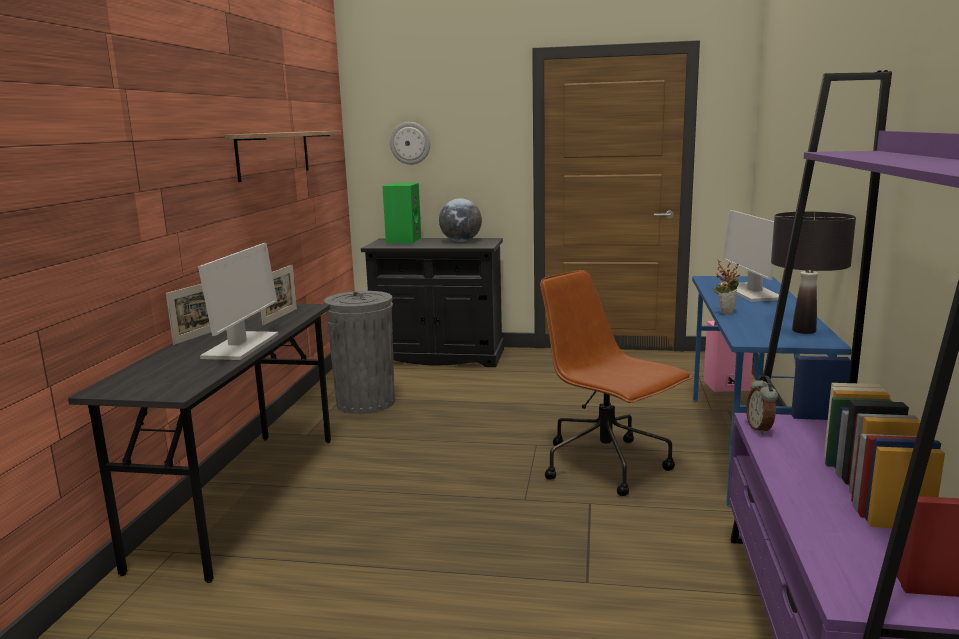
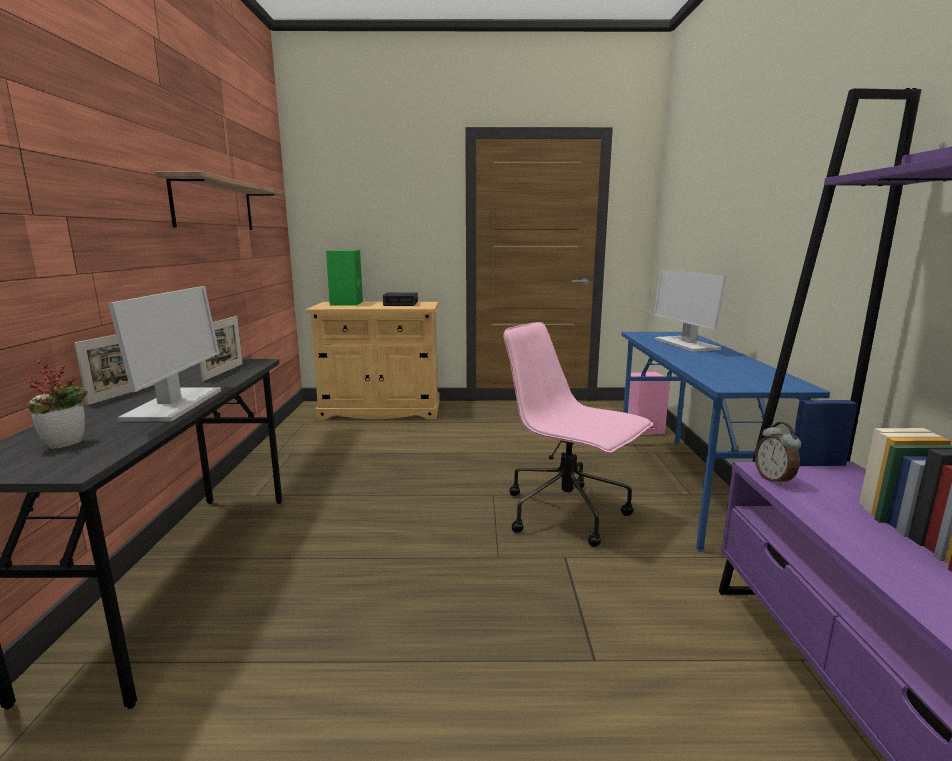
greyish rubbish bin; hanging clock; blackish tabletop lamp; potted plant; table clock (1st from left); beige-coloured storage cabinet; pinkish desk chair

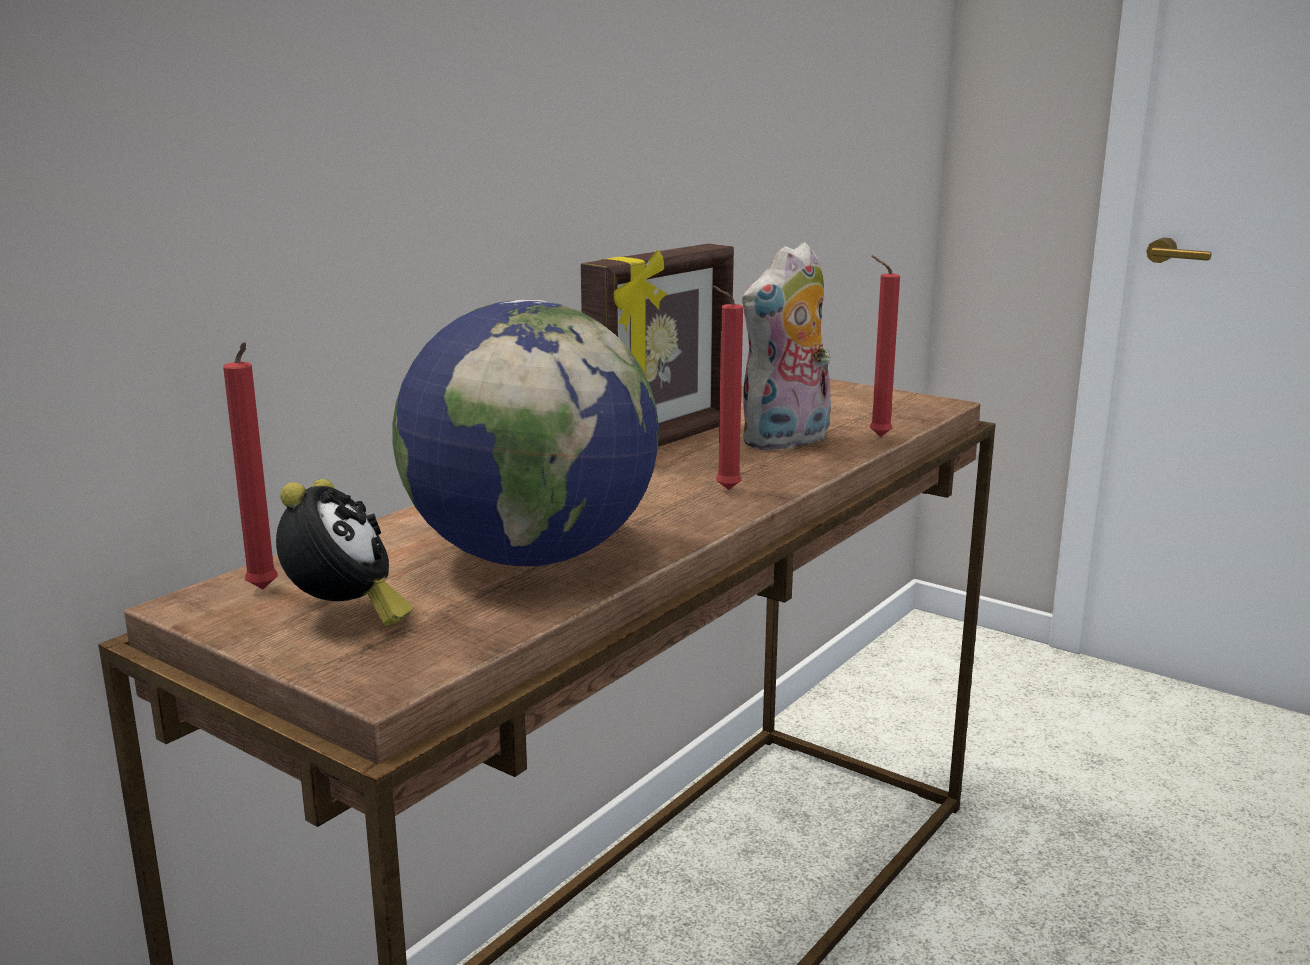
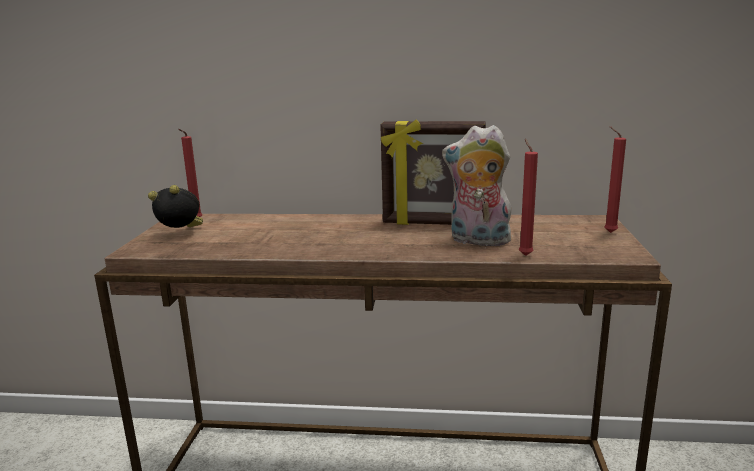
world globe; reddish wax candle (3rd from left); table clock

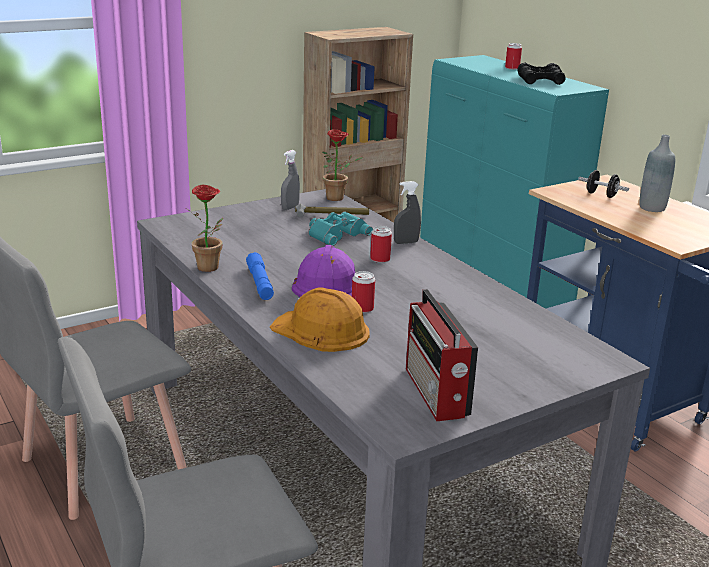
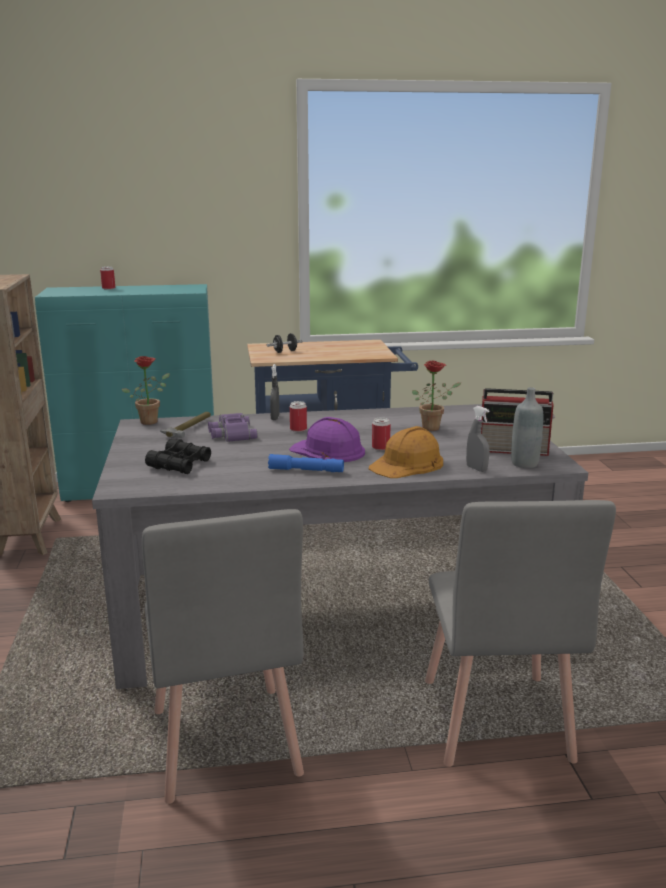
potted plant (2nd from left); greyish spray bottle (2nd from left); blackish pair of binoculars; greyish drink bottle; purple-coloured pair of binoculars

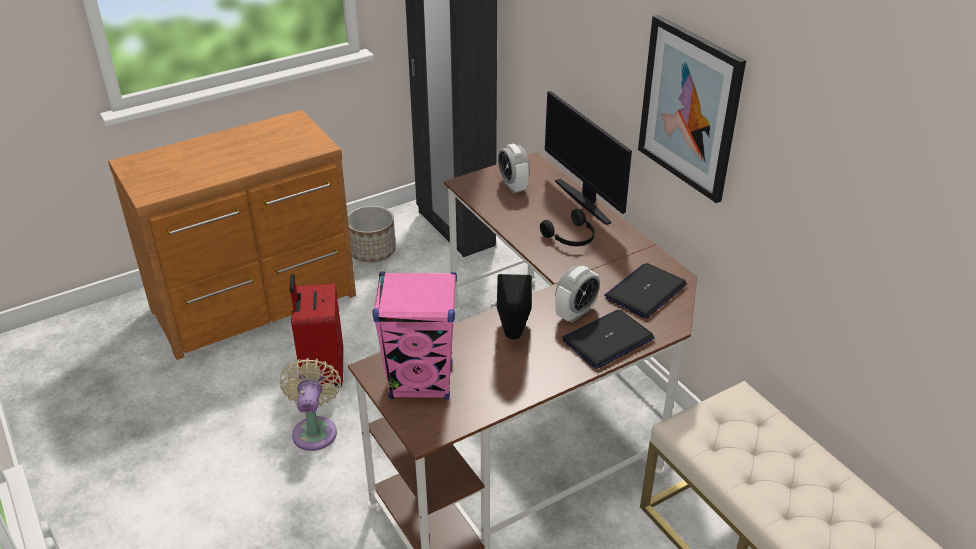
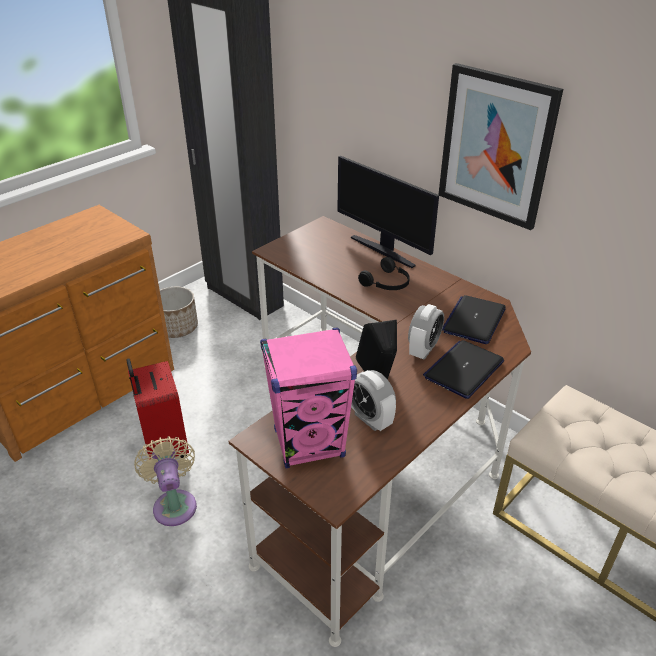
table clock (1st from left)

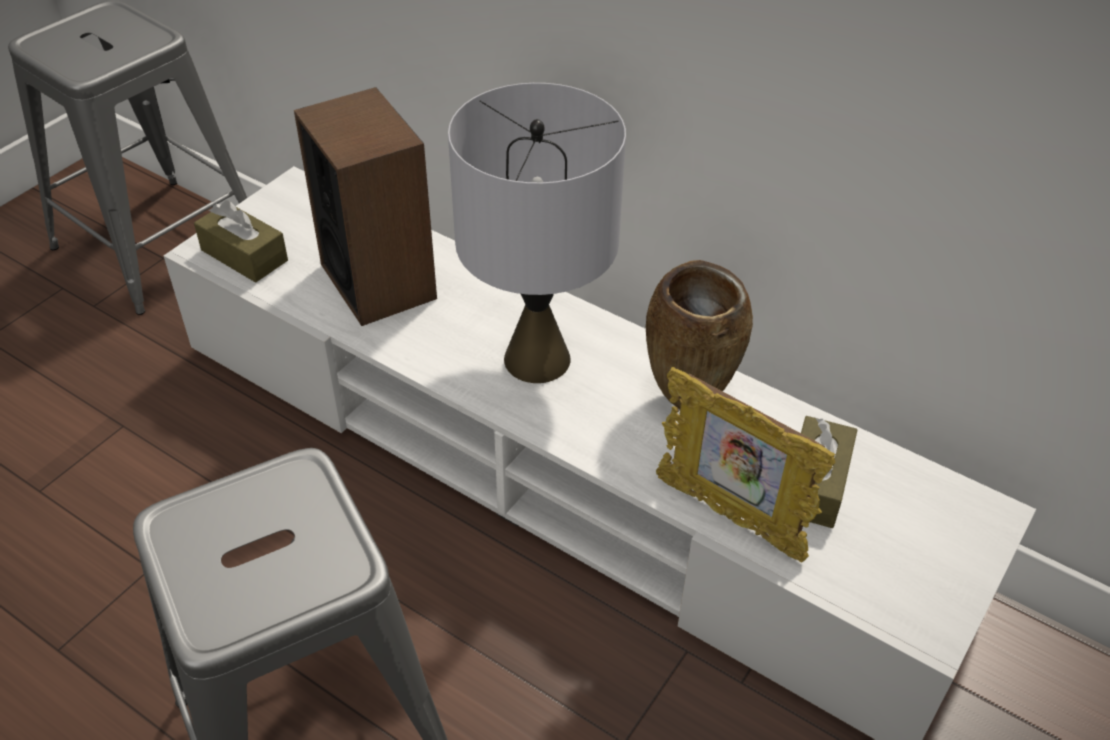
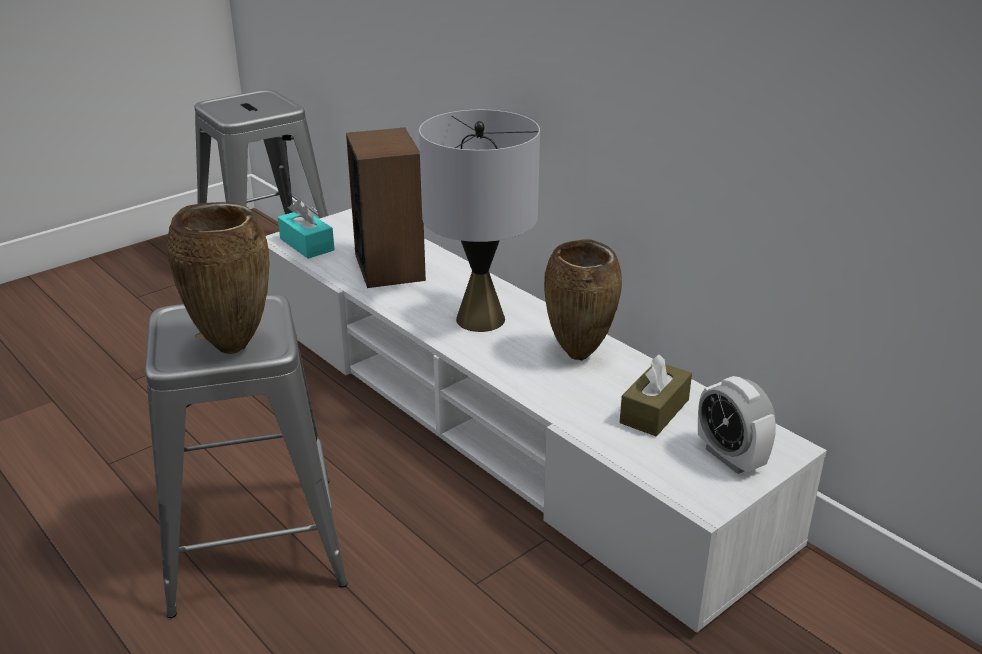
photo frame; brownish flower vase (1st from left); table clock; turquoise box of tissues

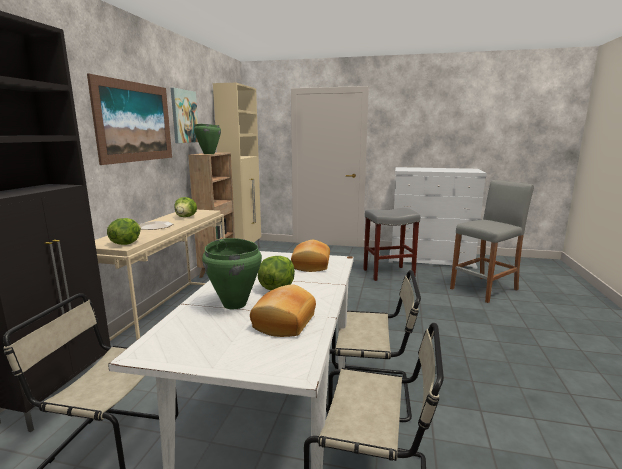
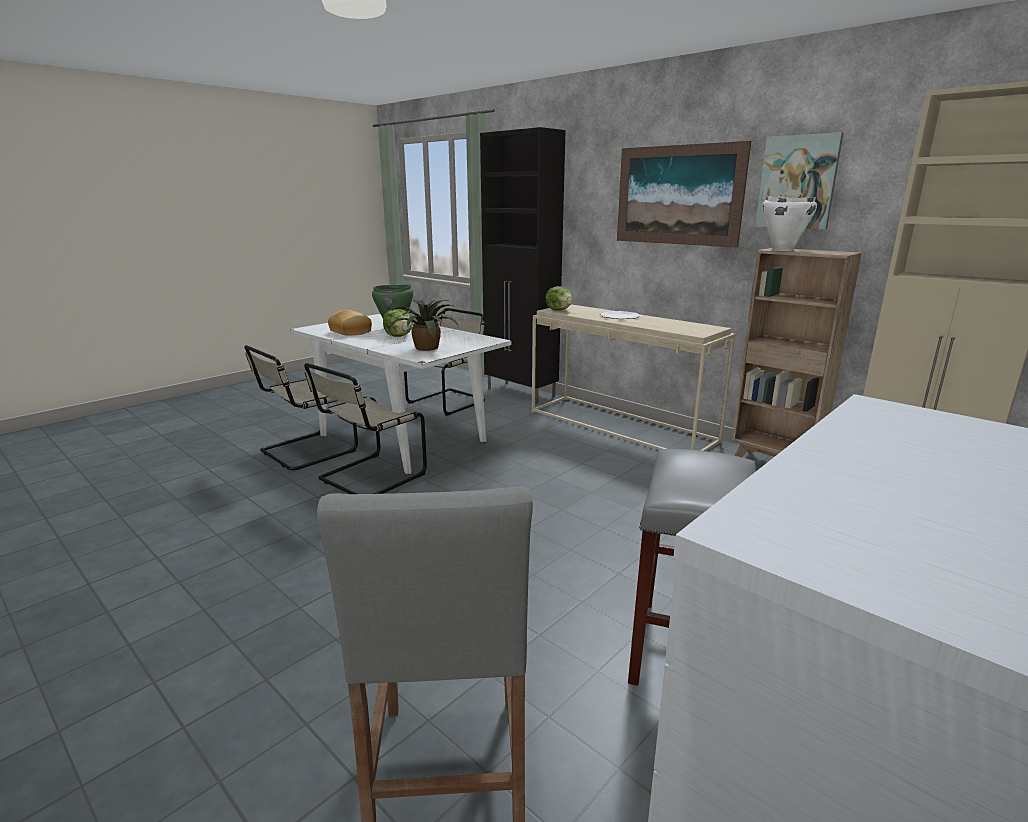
head of lettuce (2nd from left in the first image); potted plant; white-coloured cooking pot

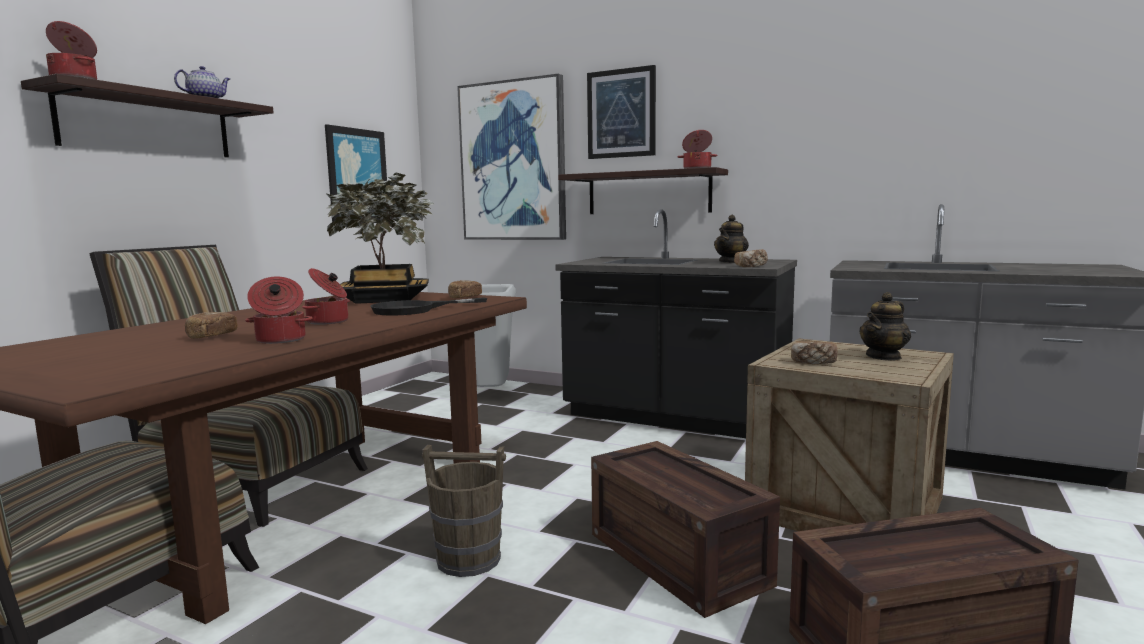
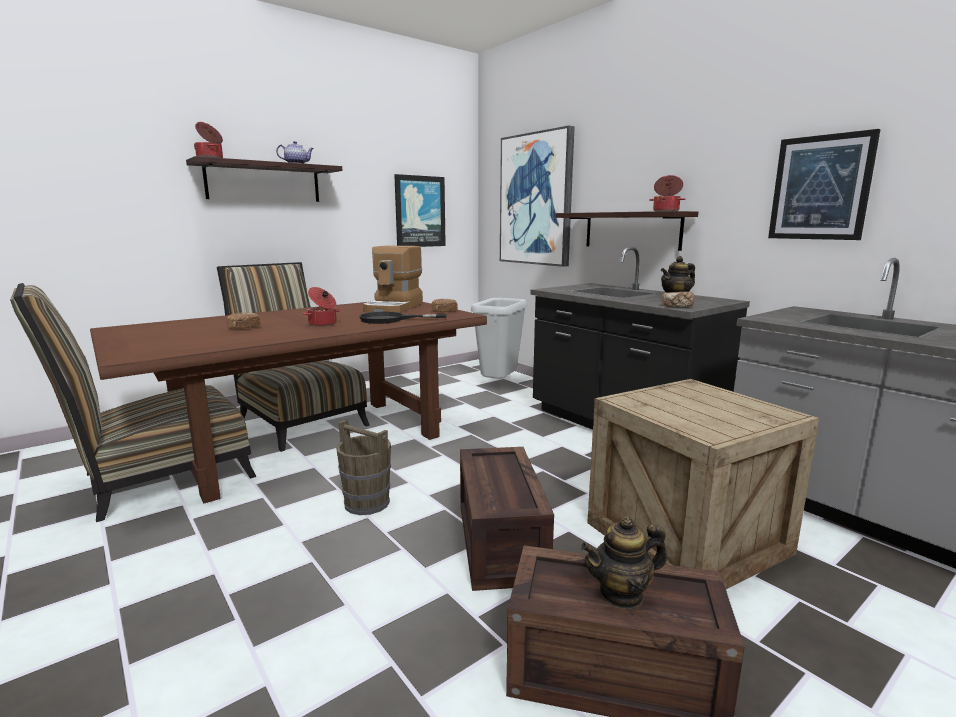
cooking pot (2nd from left in the first image); baked bread (4th from left in the first image); picture (3rd from left); tea pot (2nd from left); coffee maker

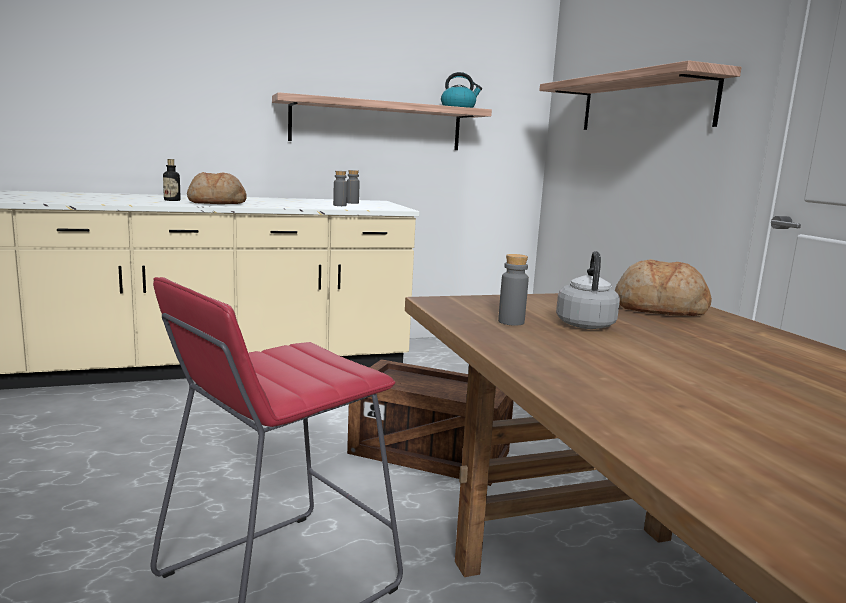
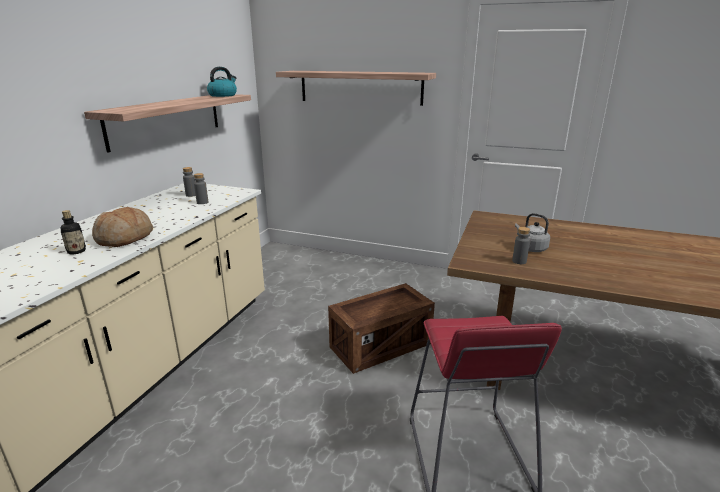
baked bread (2nd from left in the first image)

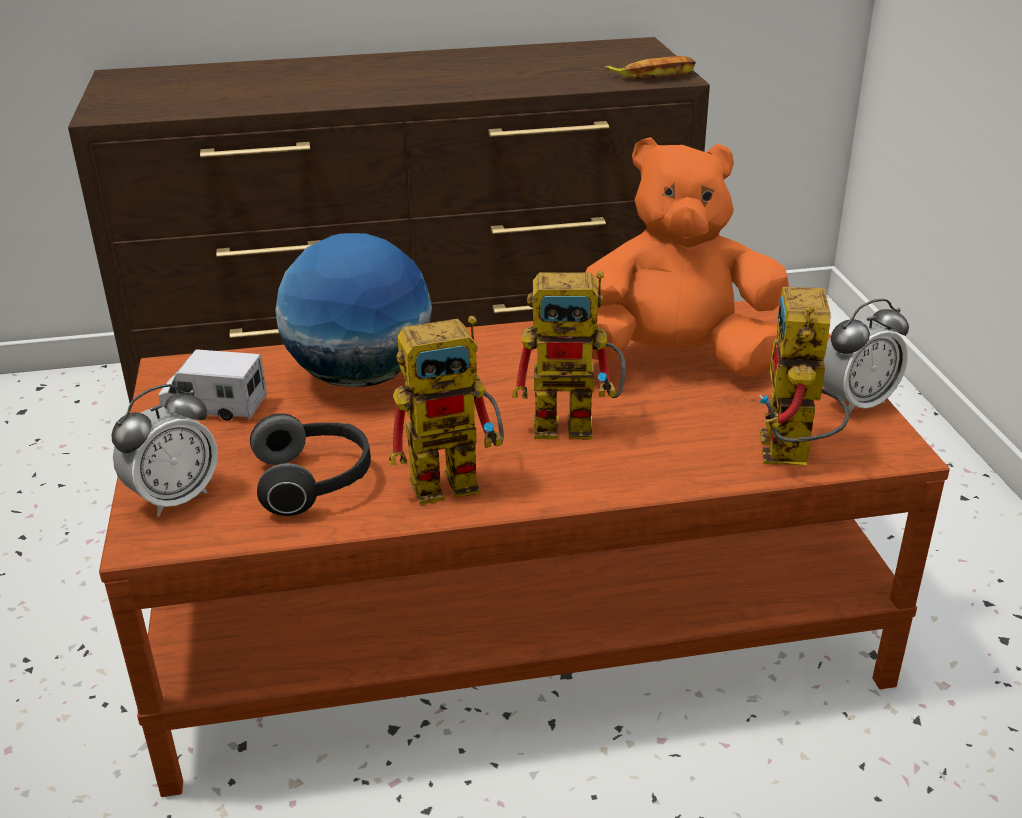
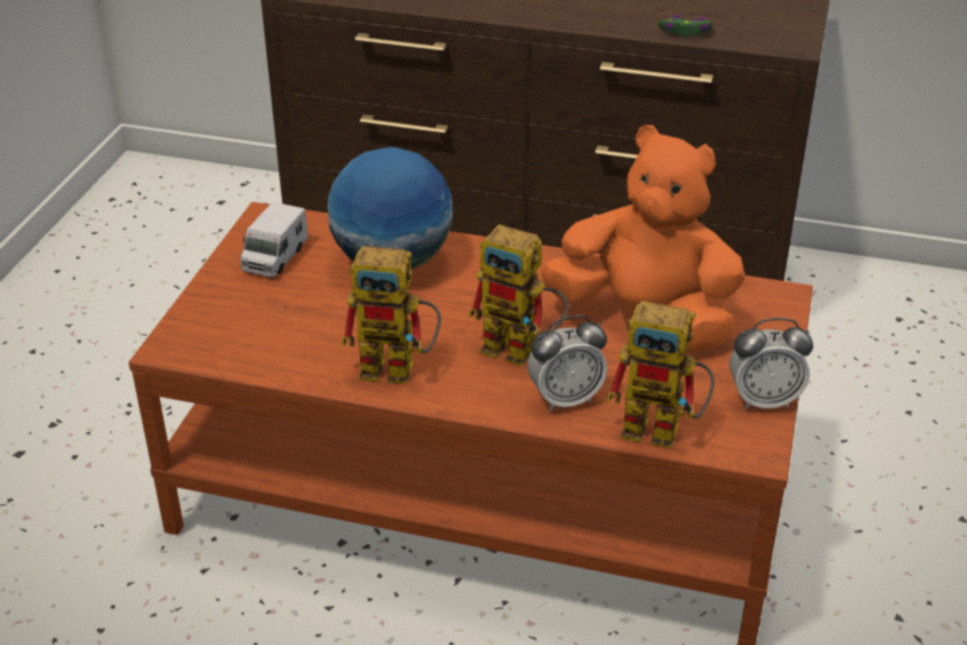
headphones; banana; green-coloured joypad; table clock (1st from left); toy lorry; model robot (3rd from left)

